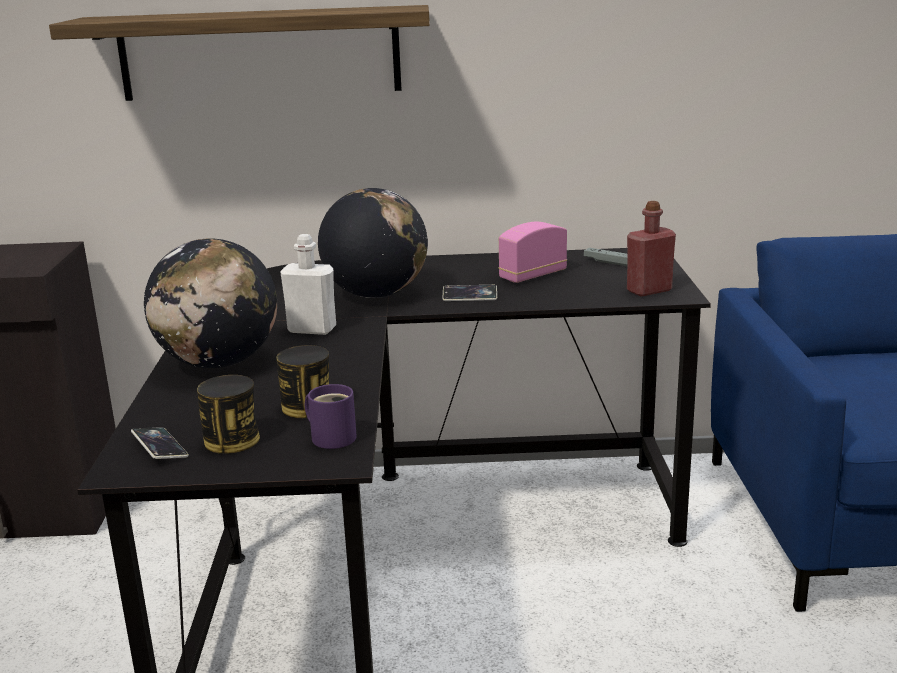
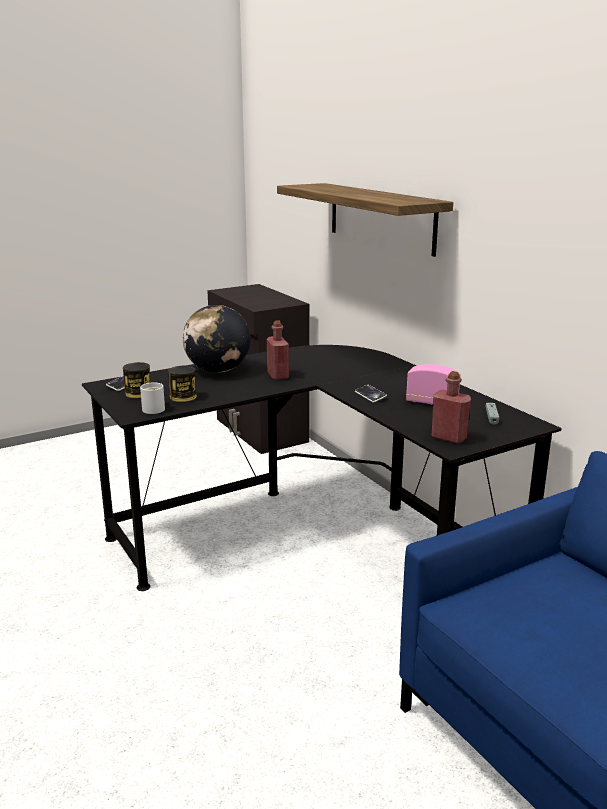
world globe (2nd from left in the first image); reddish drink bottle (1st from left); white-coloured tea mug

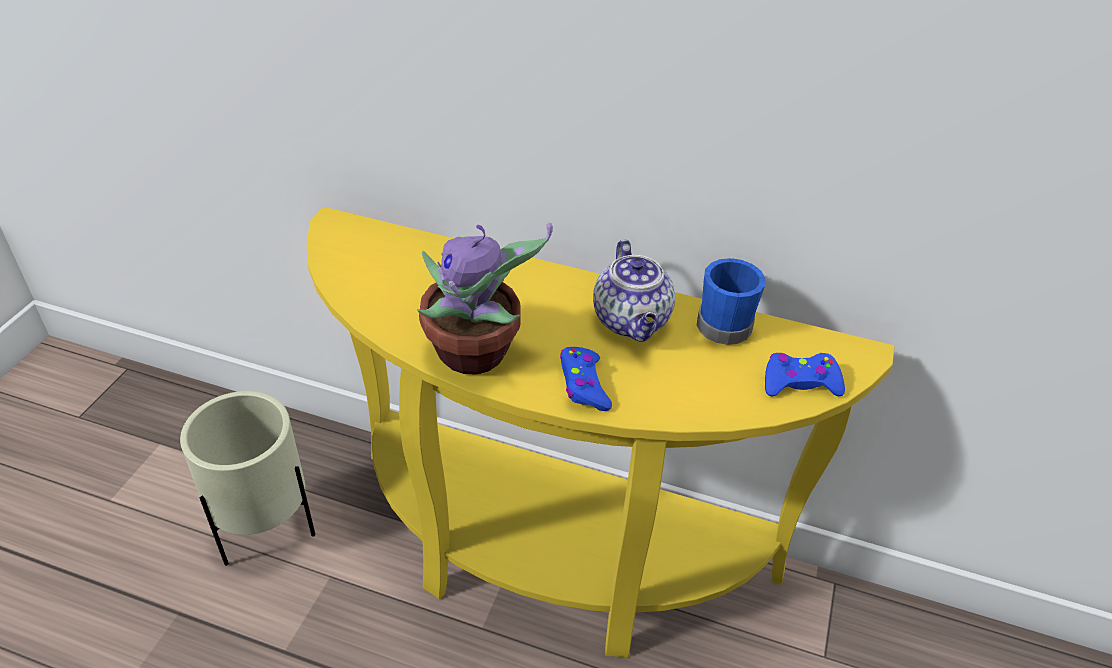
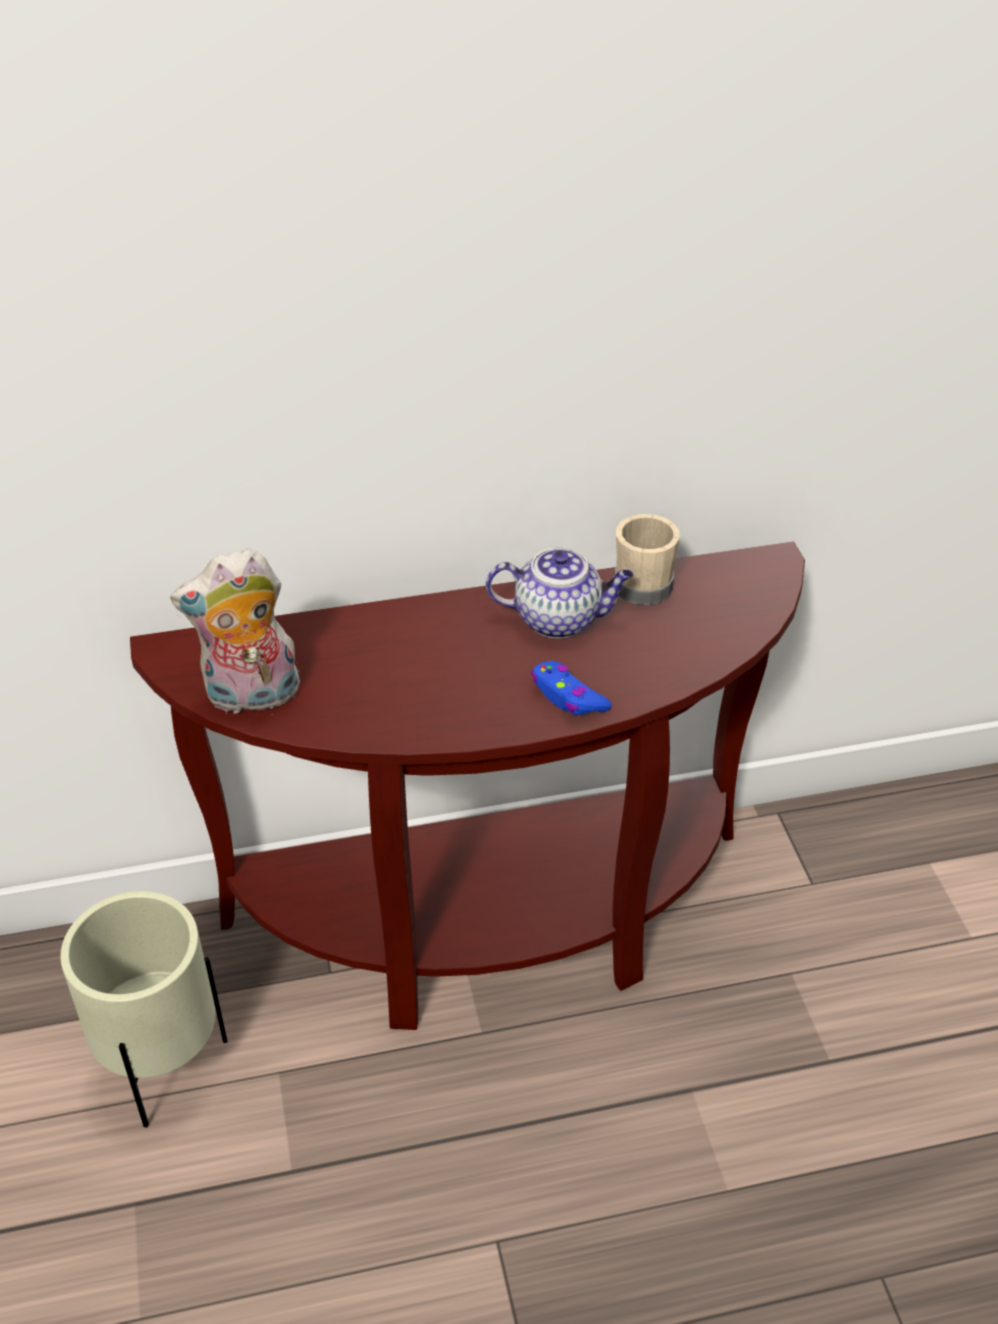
potted plant; blue-coloured joypad (2nd from left in the first image); plush toy; brownish hall table; beige-coloured tea mug; tea pot

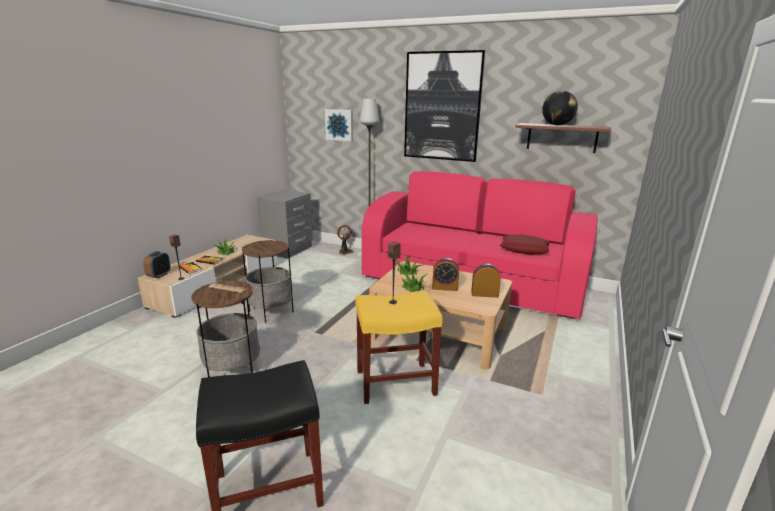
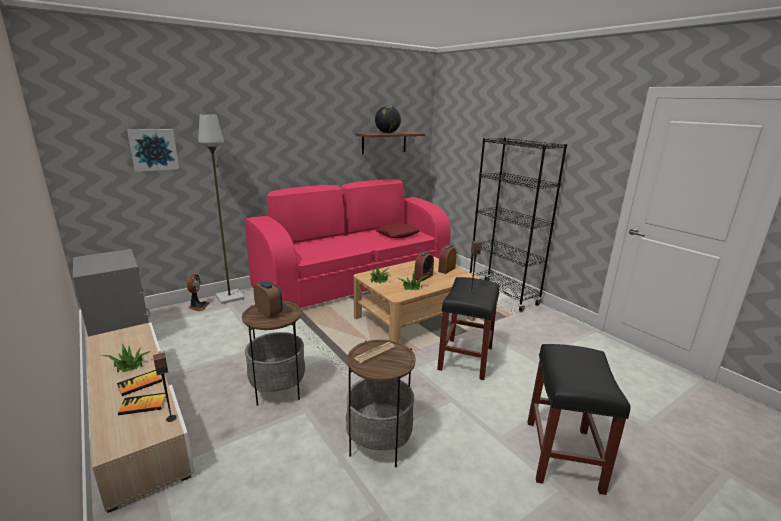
picture (2nd from left in the first image); blackish shelving unit; table clock (1st from left); blackish stool (1st from left)

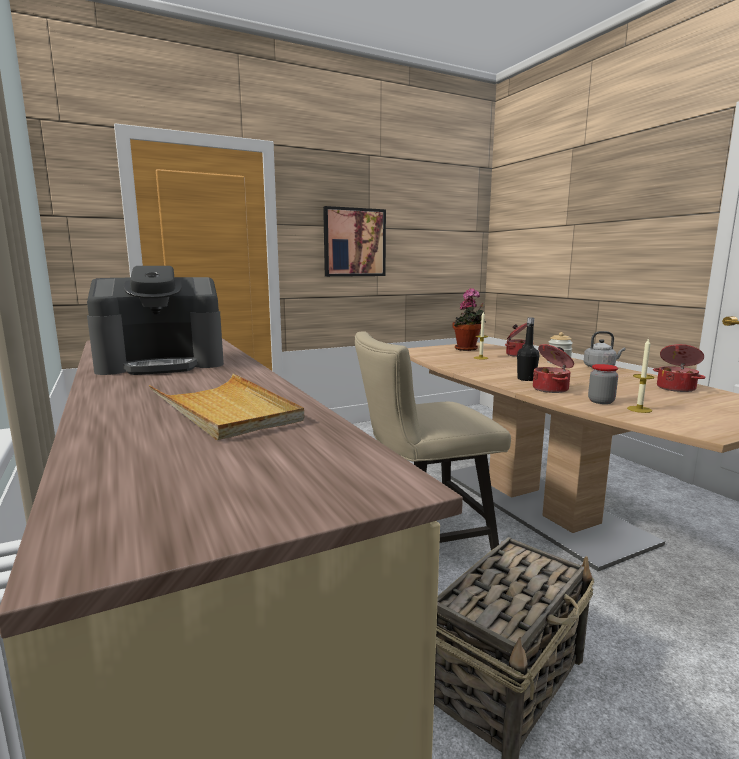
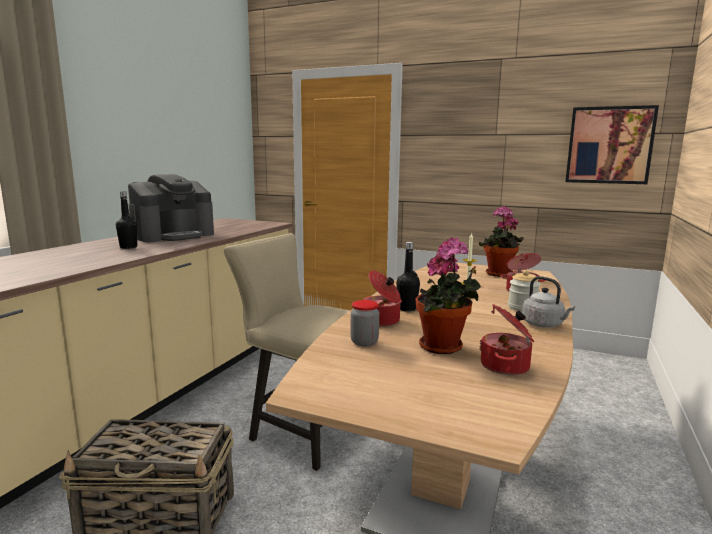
beige-coloured tray; wax candle (2nd from left in the first image); blackish drink bottle (1st from left); potted plant (1st from left); picture; coffee maker

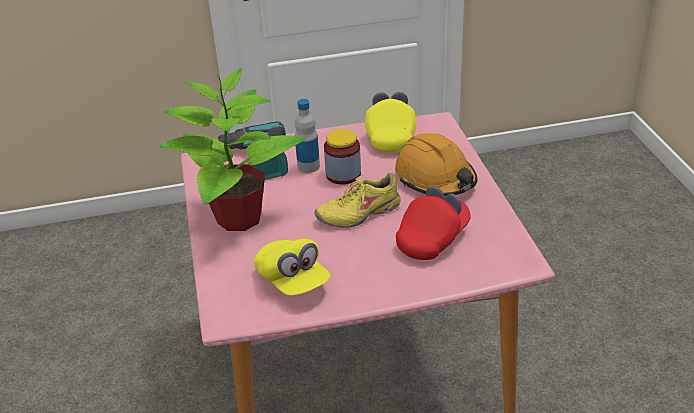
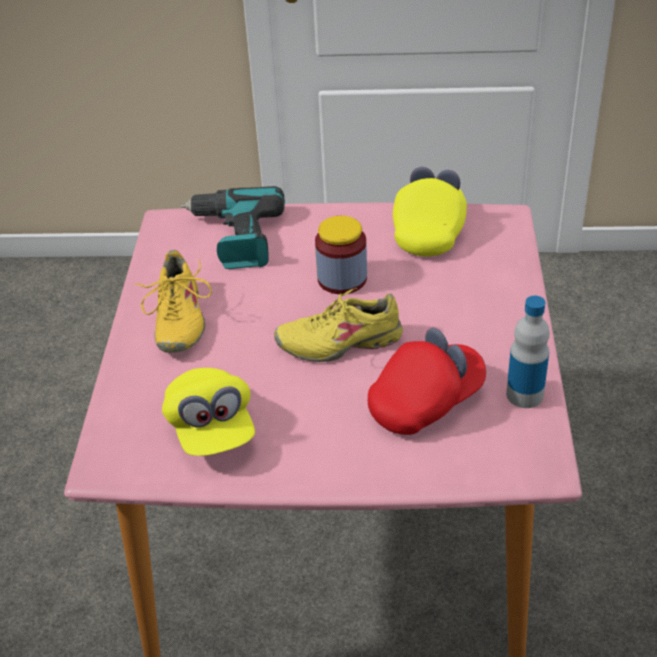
orange-coloured safety helmet; drink bottle; yellow-coloured low shoe (1st from left)

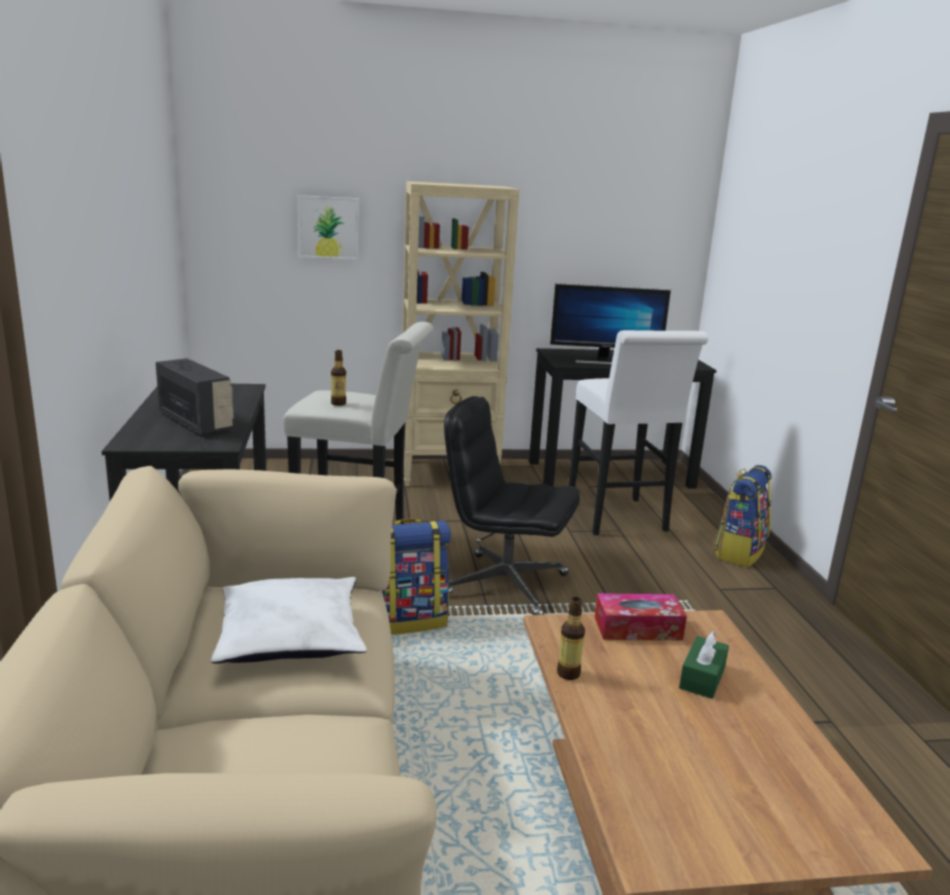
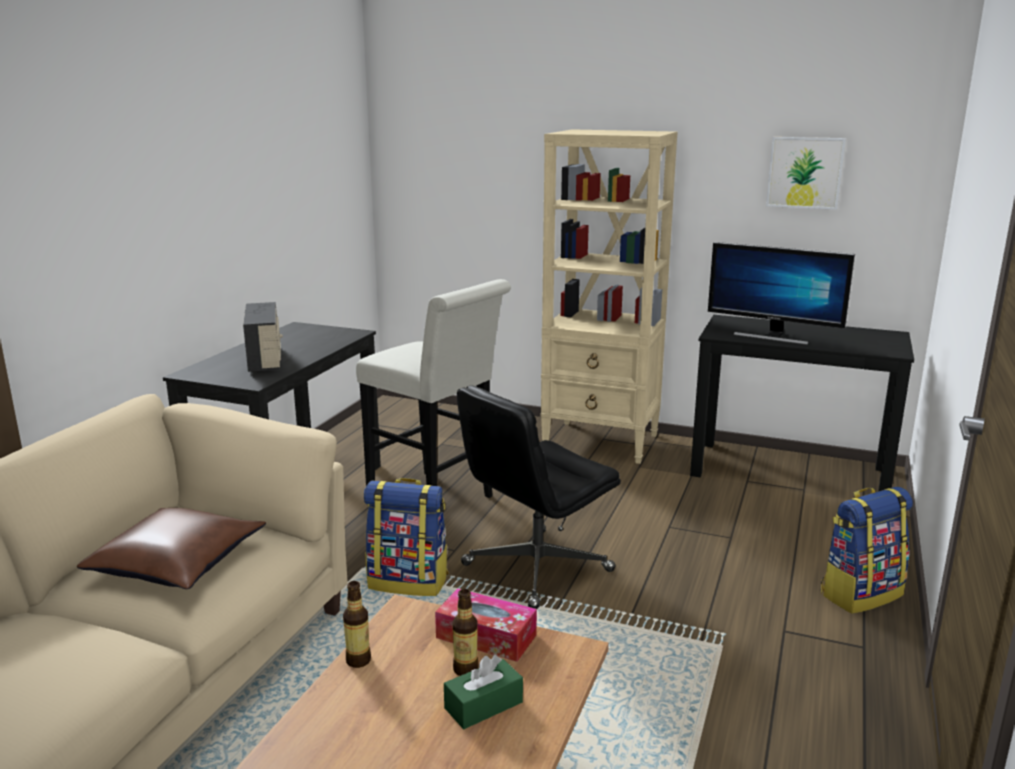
white-coloured stool (2nd from left in the first image); picture; drink bottle (2nd from left); brownish cushion; blackish desk chair

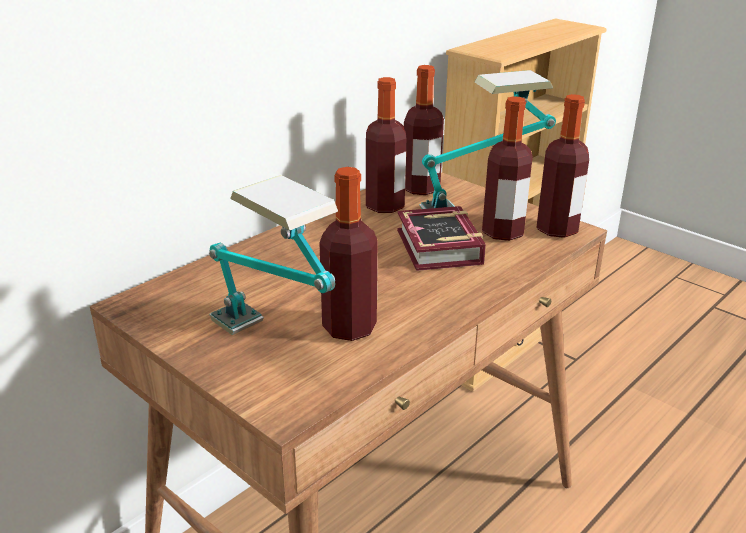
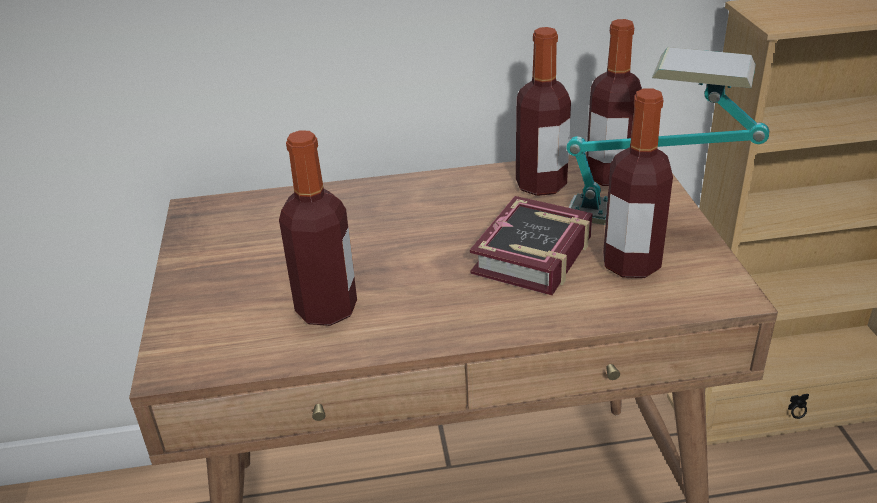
tabletop lamp (1st from left in the first image); drink bottle (5th from left in the first image)

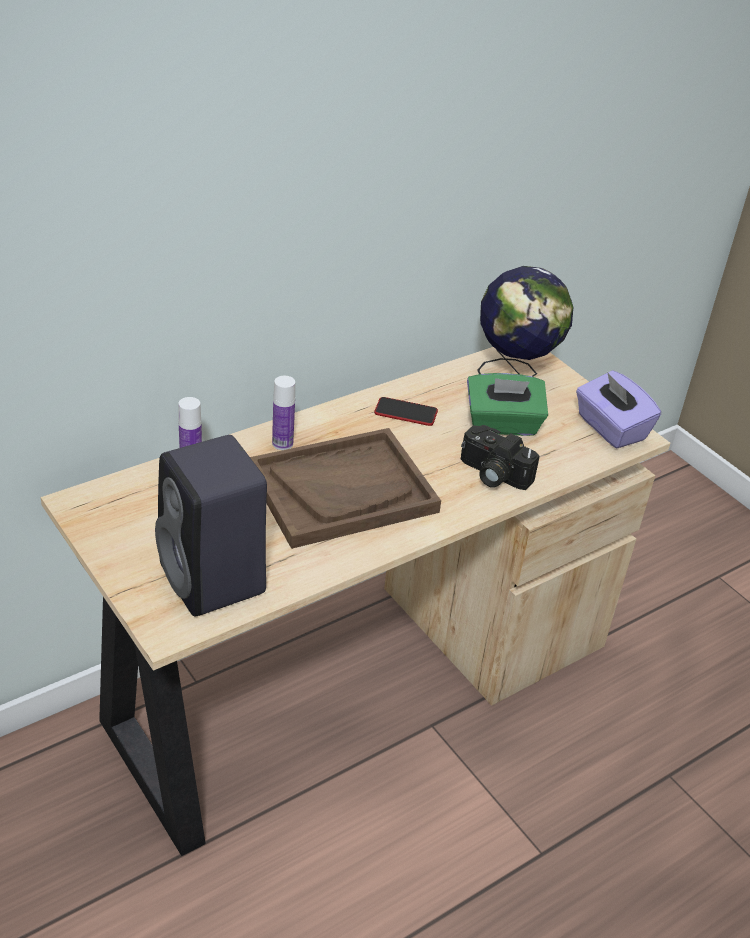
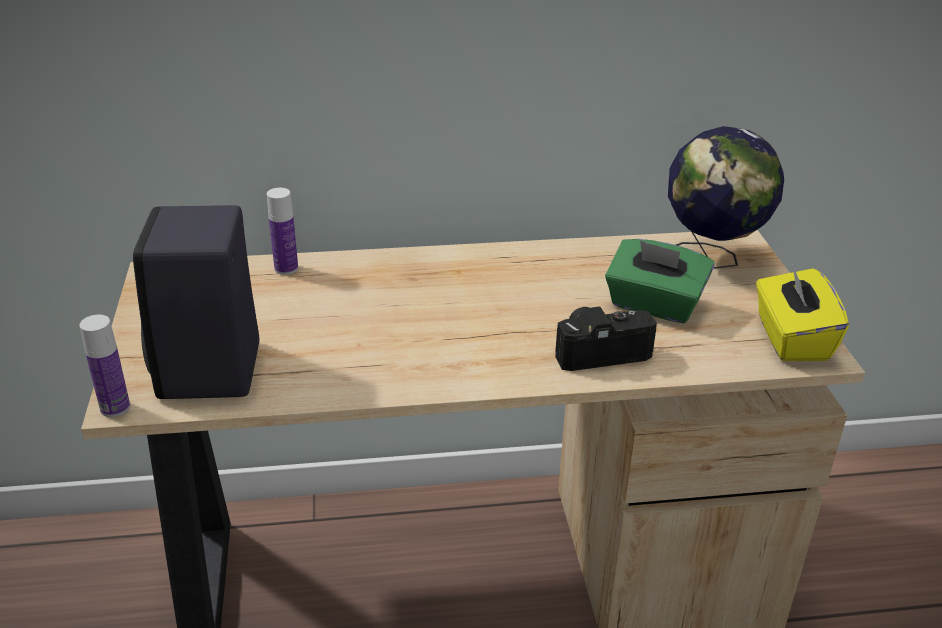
brownish tray; phone; drink bottle (1st from left); yellow-coloured box of tissues; still camera

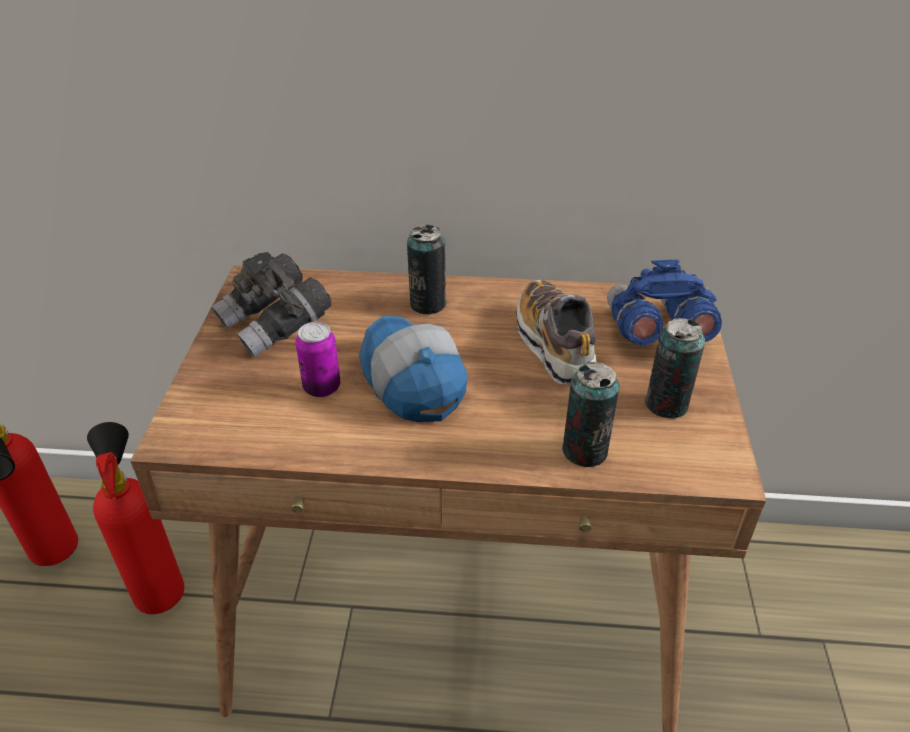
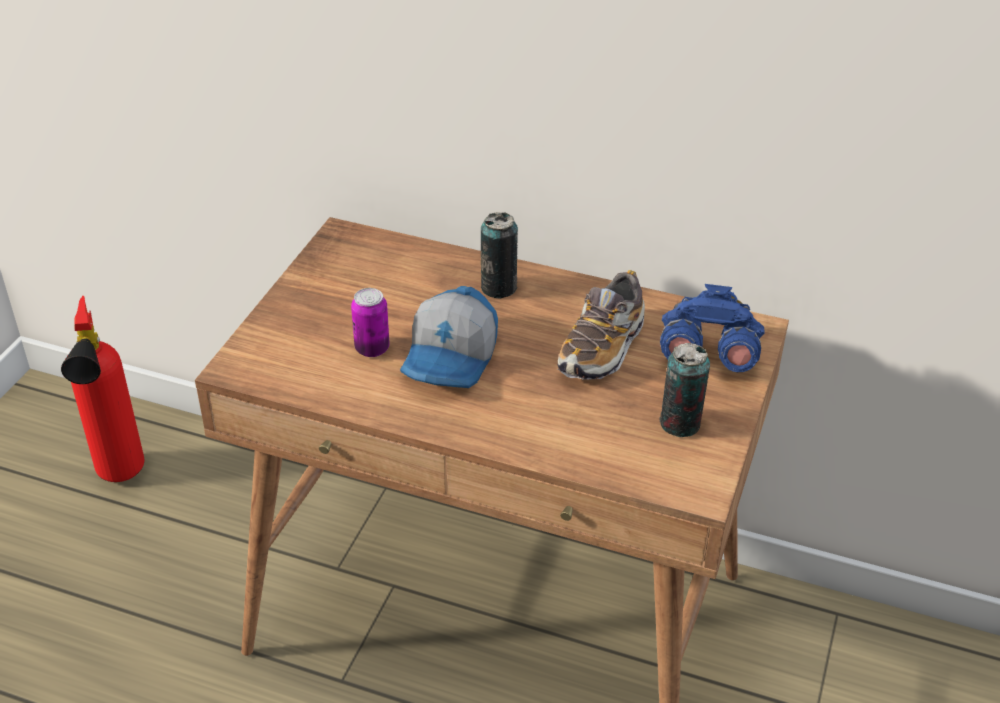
fire-fighting cylinder (2nd from left in the first image); greyish pair of binoculars; metal can (3rd from left in the first image); baseball cap; low shoe

